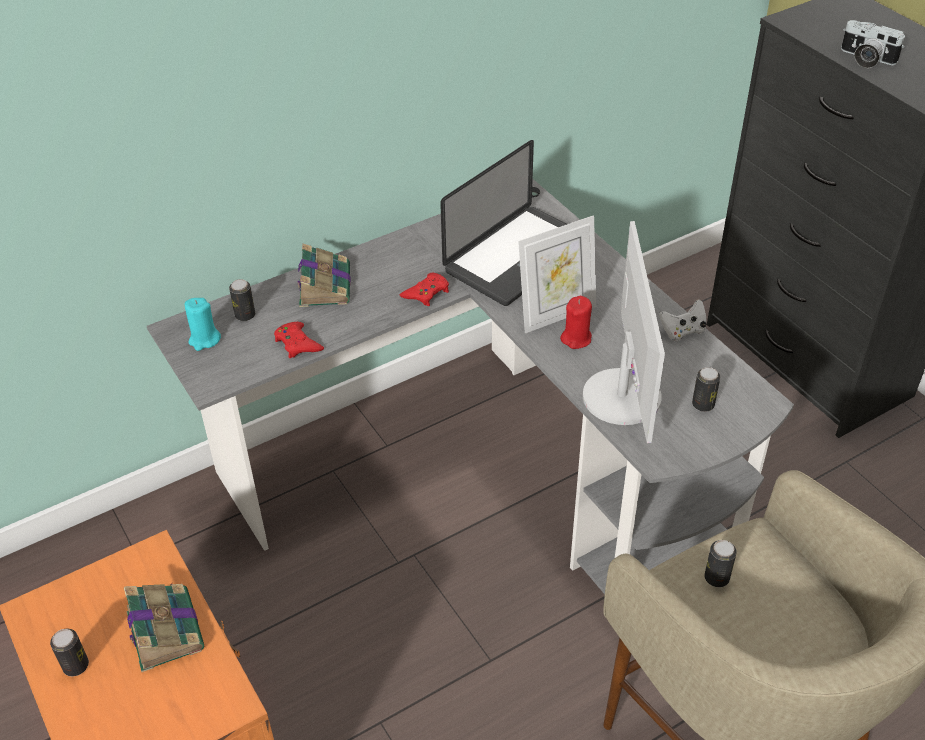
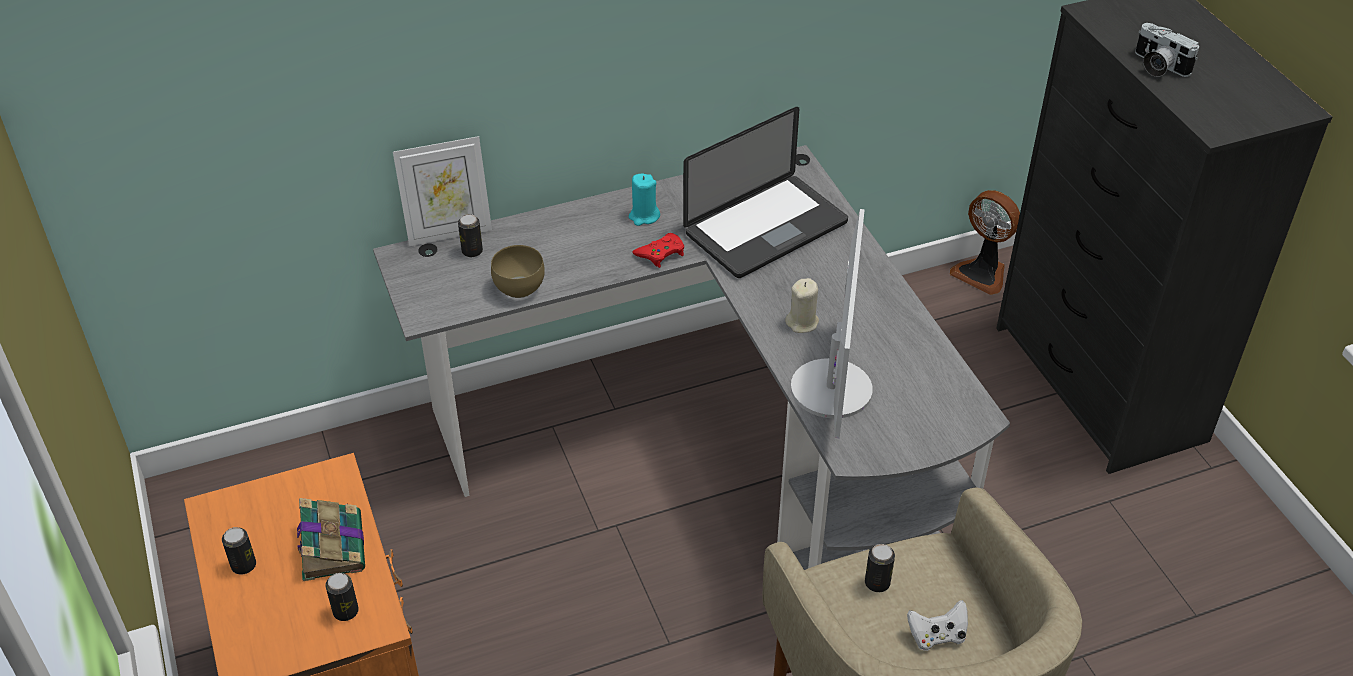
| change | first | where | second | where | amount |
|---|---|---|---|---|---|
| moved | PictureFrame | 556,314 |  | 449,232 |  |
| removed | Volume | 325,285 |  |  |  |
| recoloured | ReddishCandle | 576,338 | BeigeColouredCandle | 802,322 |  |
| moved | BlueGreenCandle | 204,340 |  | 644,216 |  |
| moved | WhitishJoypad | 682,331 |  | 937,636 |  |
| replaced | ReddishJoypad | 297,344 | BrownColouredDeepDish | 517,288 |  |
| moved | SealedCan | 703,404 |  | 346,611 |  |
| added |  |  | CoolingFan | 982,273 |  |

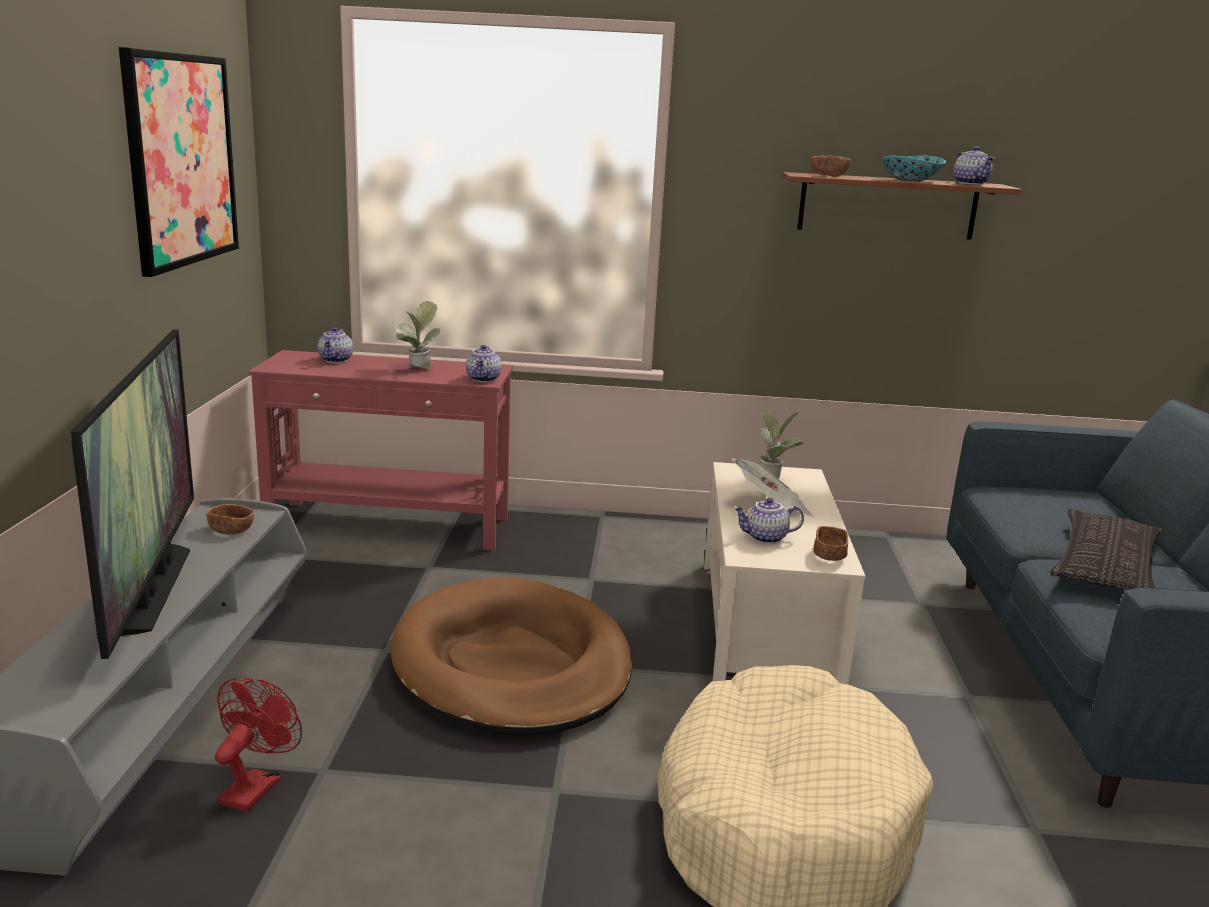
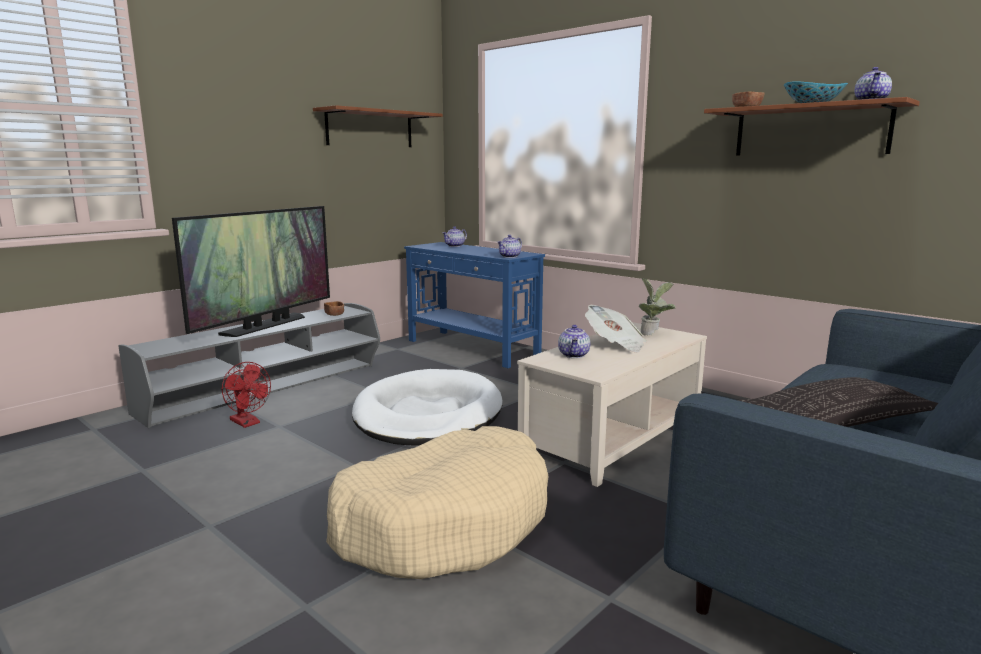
| change | first | where | second | where | amount |
|---|---|---|---|---|---|
| replaced | WallArt | 181,160 | BrownColouredShelf | 370,129 |  |
| removed | PlantInAPot | 417,371 |  |  |  |
| recoloured | ReddishConsoleTable | 390,526 | BluishConsoleTable | 472,348 |  |
| turned | TeaPot | 765,538 |  | 574,355 | 120 degrees counterclockwise |
| removed | BrownColouredDeepDish | 829,555 |  |  |  |
| recoloured | BrownColouredDogCushion | 512,665 | WhitishDogCushion | 428,414 |  |
| turned | ReddishCoolingFan | 256,786 |  | 248,423 | 75 degrees clockwise |

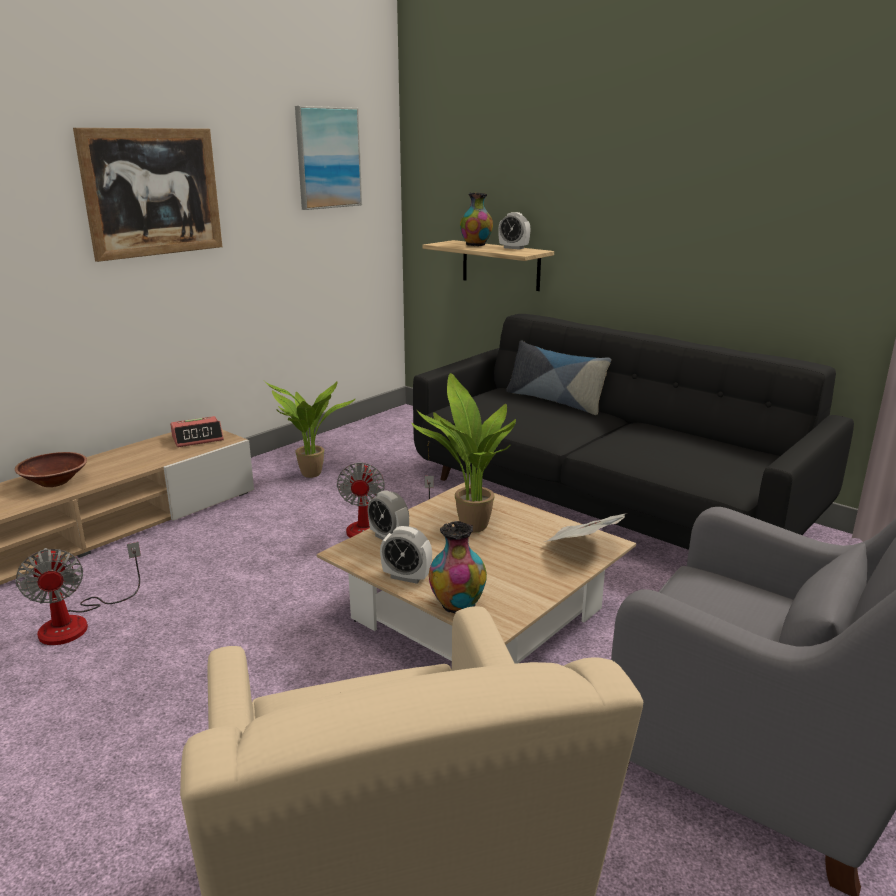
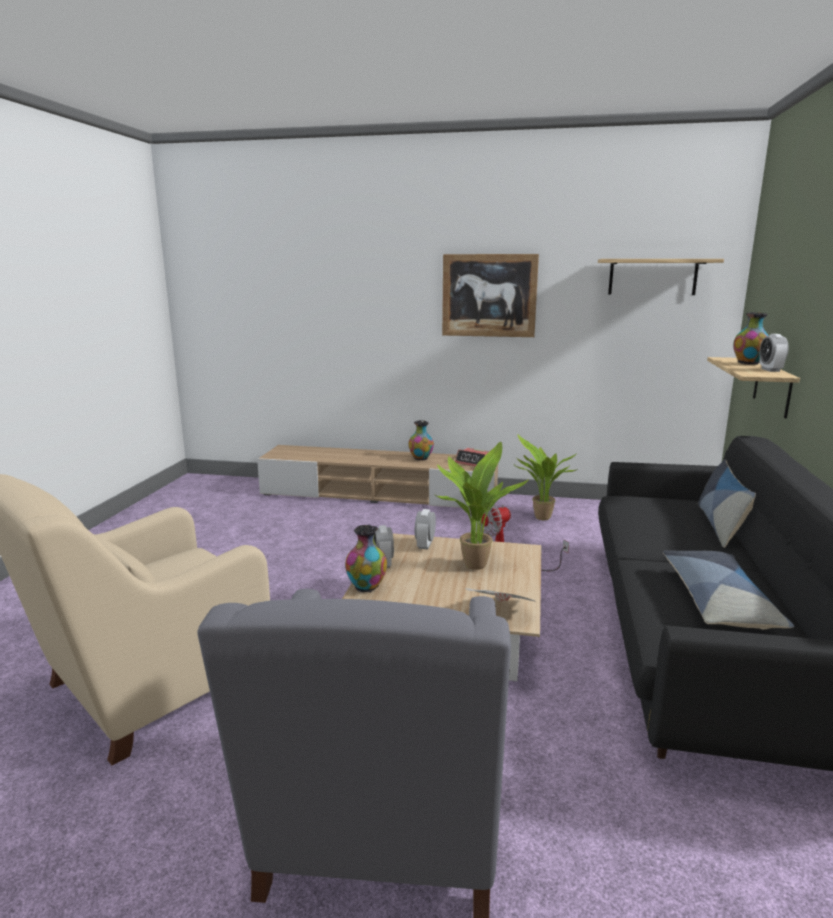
| change | first | where | second | where | amount |
|---|---|---|---|---|---|
| replaced | WallArt | 328,158 | Shelf | 652,277 |  |
| removed | BrownColouredDeepDish | 54,482 |  |  |  |
| removed | CoolingFan | 78,622 |  |  |  |
| added |  |  | Vase | 421,459 |  |
| added |  |  | Cushion | 718,601 |  |

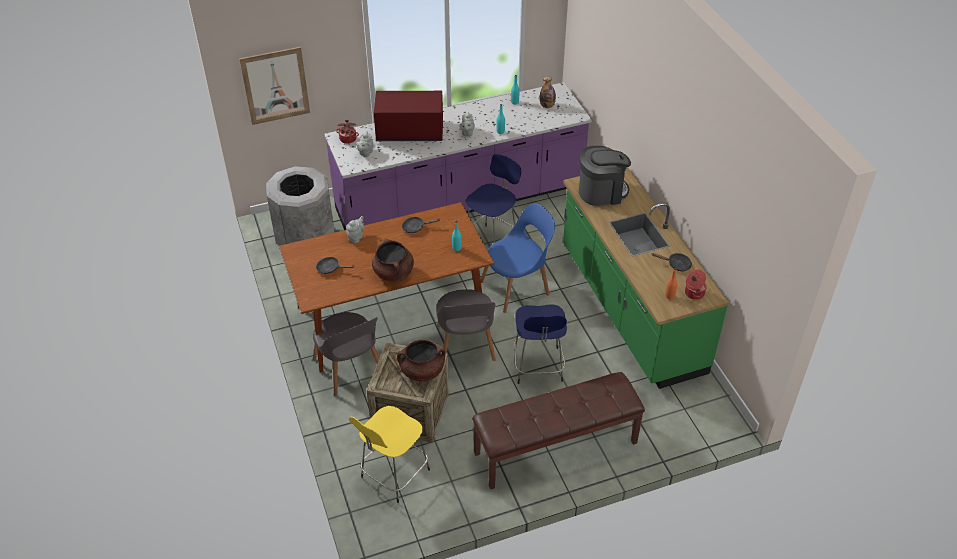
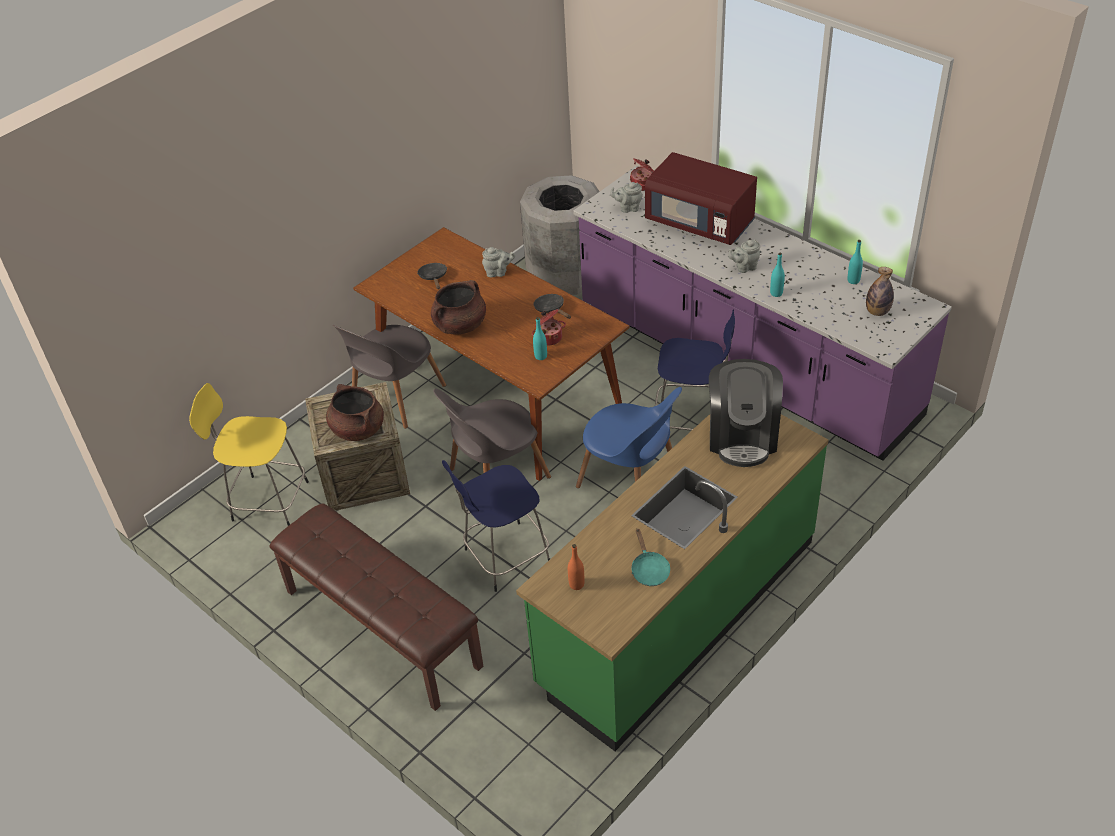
| change | first | where | second | where | amount |
|---|---|---|---|---|---|
| removed | WallArt | 275,86 |  |  |  |
| turned | ReddishMicrowaveOven | 410,132 |  | 700,223 | 150 degrees clockwise |
| turned | CoffeeMachine | 601,192 |  | 742,436 | 45 degrees clockwise |
| recoloured | BlackFryingPan | 676,264 | BlueGreenFryingPan | 649,569 |  |
| moved | Stockpot | 693,293 |  | 549,337 |  |

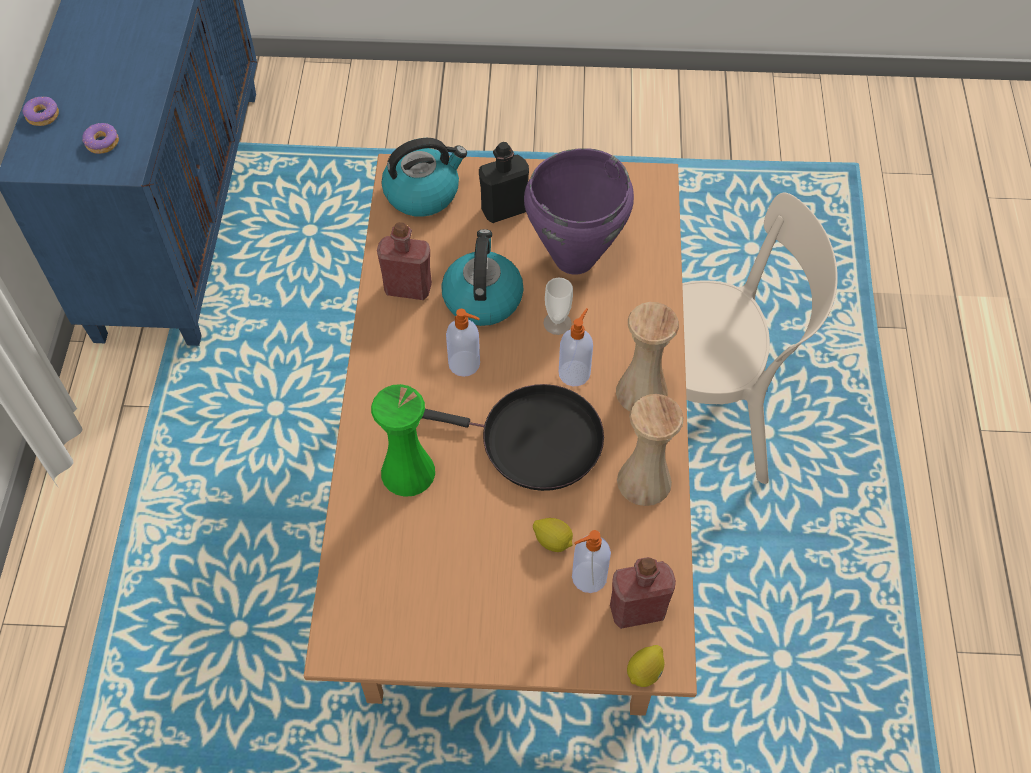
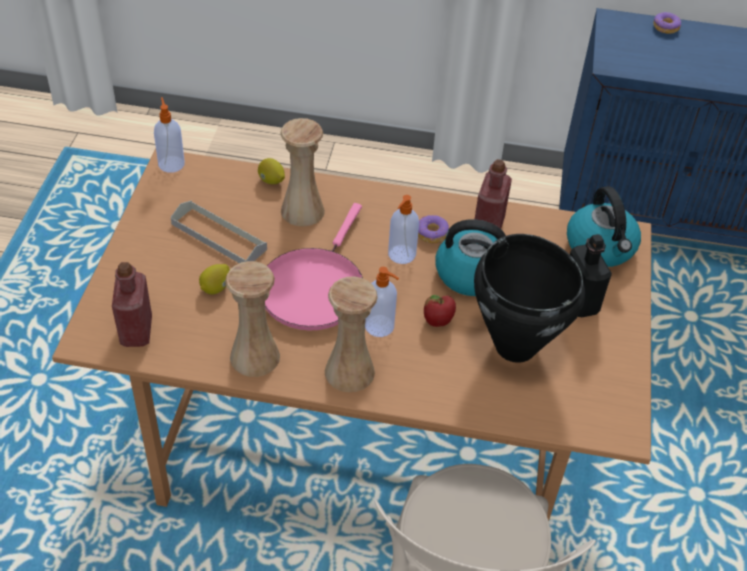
| change | first | where | second | where | amount |
|---|---|---|---|---|---|
| moved | Doughnut | 102,143 |  | 432,234 |  |
| recoloured | PurpleStockpot | 573,258 | BlackStockpot | 515,345 |  |
| replaced | SmallCup | 557,323 | WholeApple | 438,322 |  |
| recoloured | GreenishVase | 408,472 | BeigeColouredVase | 302,211 |  |
| recoloured | BlackFryingPan | 533,441 | PinkFryingPan | 314,288 |  |
| moved | SoapBottle | 588,577 |  | 171,163 |  |
| moved | Lemon | 645,672 |  | 271,181 |  |
| added |  |  | GrayTray | 219,237 |  |

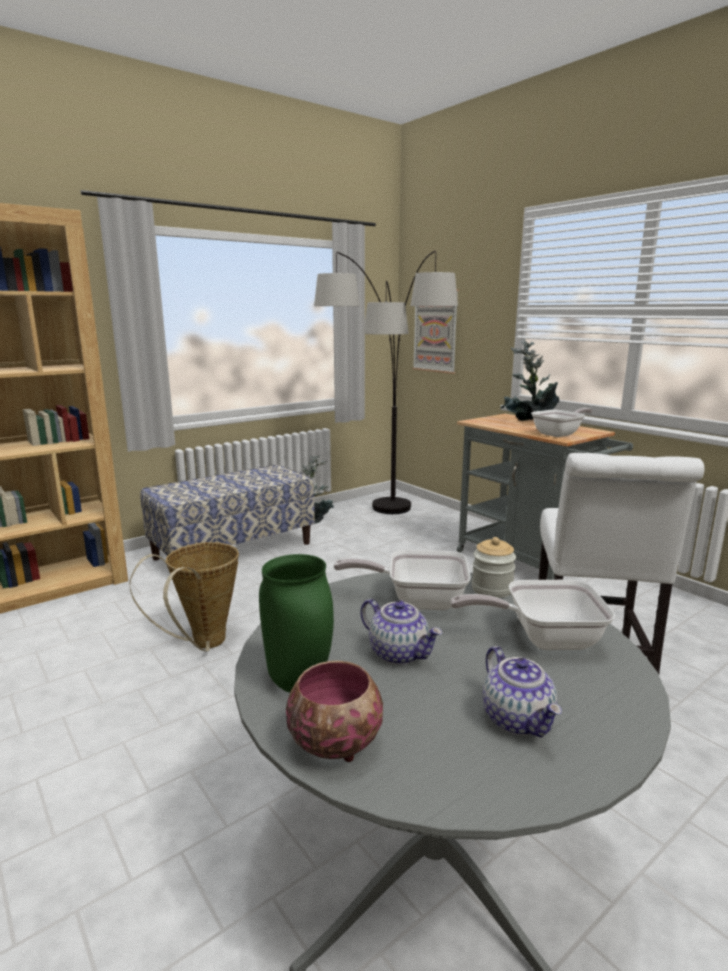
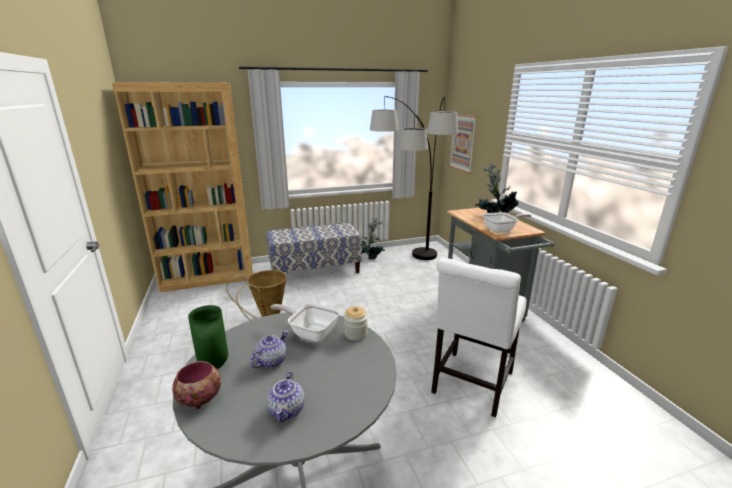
| change | first | where | second | where | amount |
|---|---|---|---|---|---|
| removed | FryingPan | 542,638 |  |  |  |
| turned | TeaPot | 399,653 |  | 271,361 | 120 degrees counterclockwise |

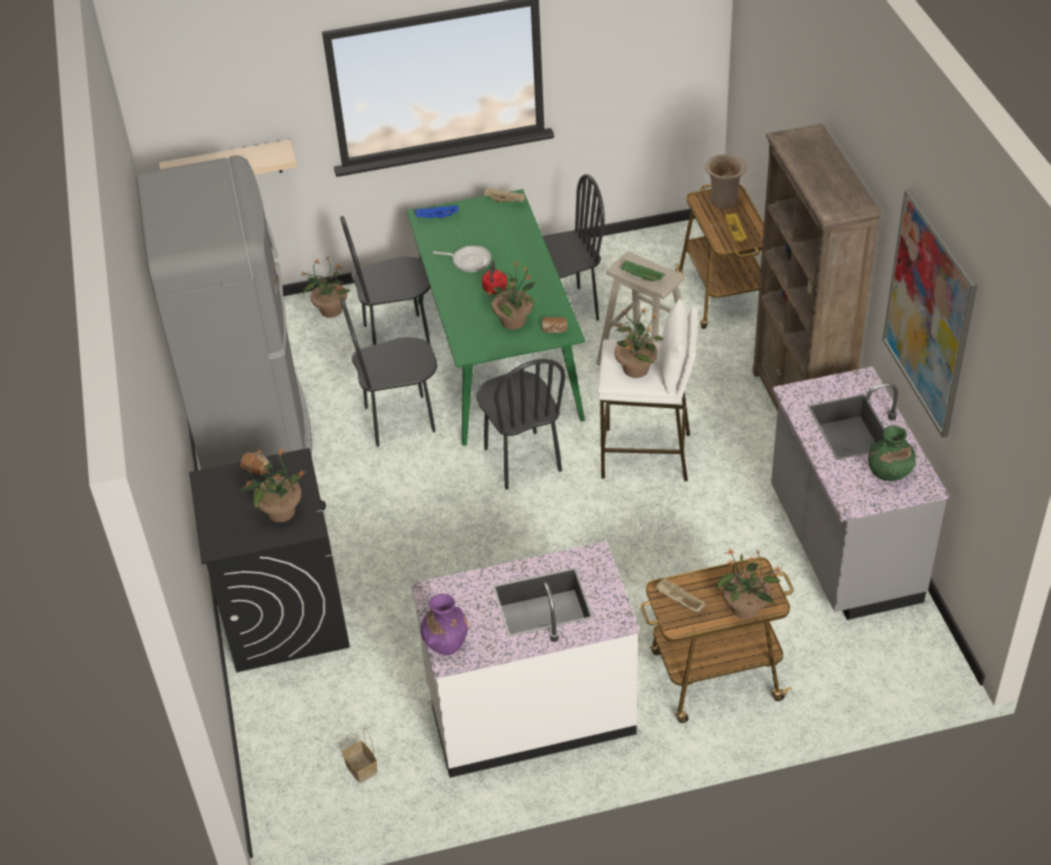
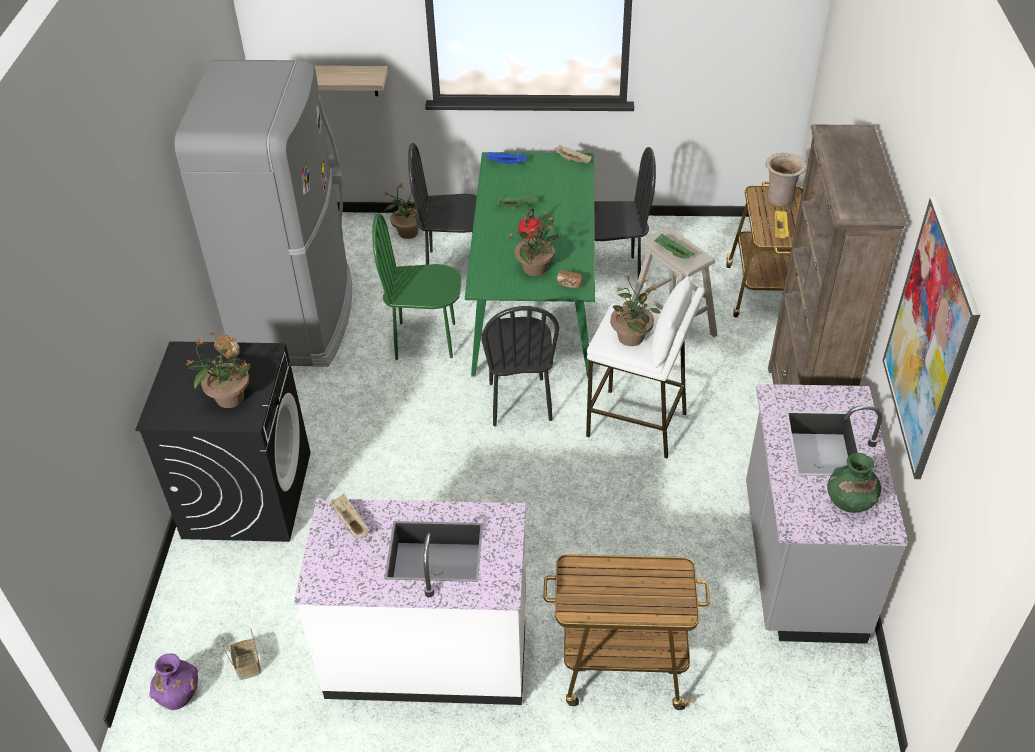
| change | first | where | second | where | amount |
|---|---|---|---|---|---|
| replaced | FryingPan | 469,261 | GreenishTray | 518,206 |  |
| recoloured | BlackUprightChair | 400,420 | GreenishUprightChair | 425,340 |  |
| removed | PlantInAPot | 745,608 |  |  |  |
| moved | BeigeColouredTray | 678,601 |  | 350,522 |  |
| moved | PurpleVase | 446,641 |  | 179,694 |  |

